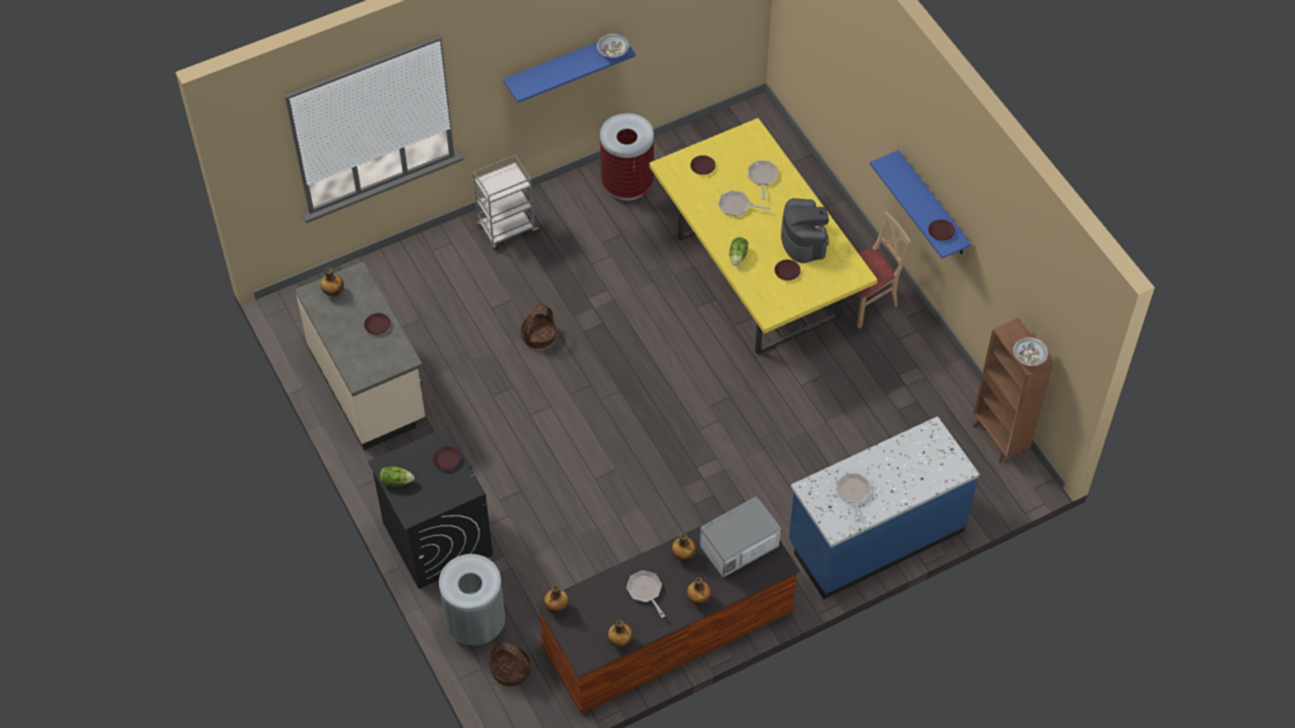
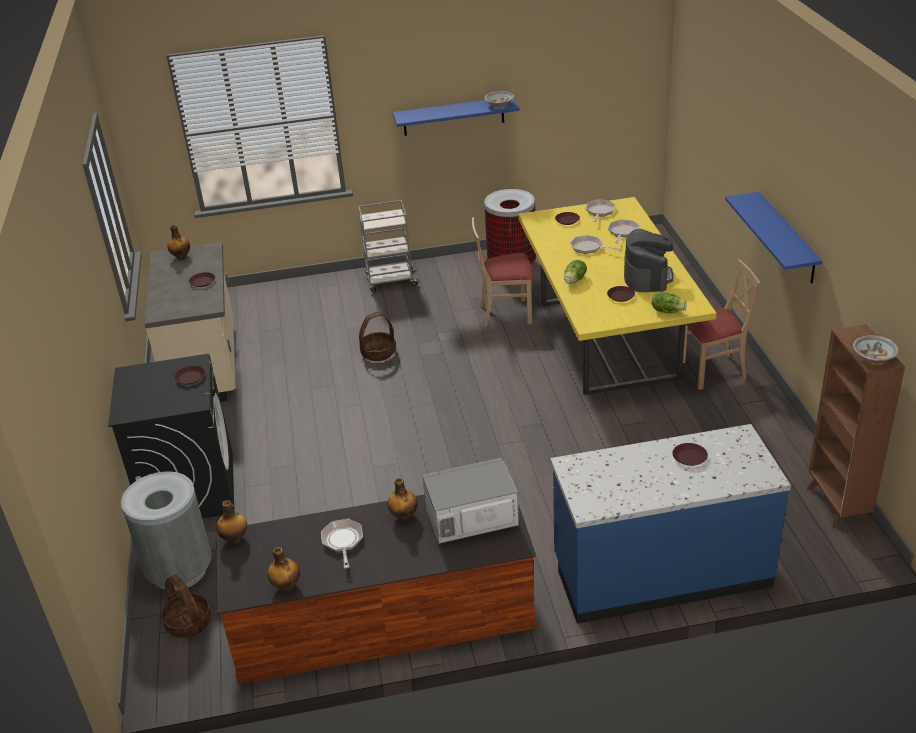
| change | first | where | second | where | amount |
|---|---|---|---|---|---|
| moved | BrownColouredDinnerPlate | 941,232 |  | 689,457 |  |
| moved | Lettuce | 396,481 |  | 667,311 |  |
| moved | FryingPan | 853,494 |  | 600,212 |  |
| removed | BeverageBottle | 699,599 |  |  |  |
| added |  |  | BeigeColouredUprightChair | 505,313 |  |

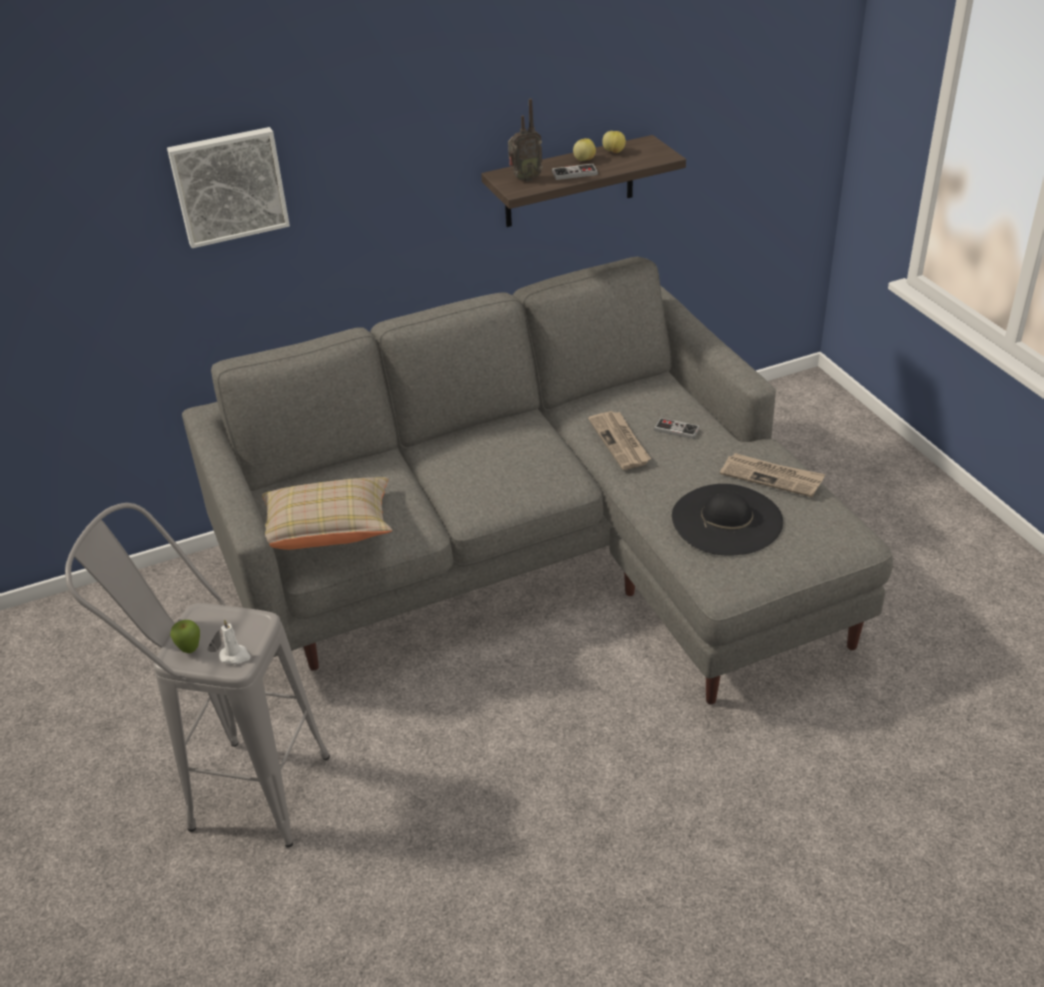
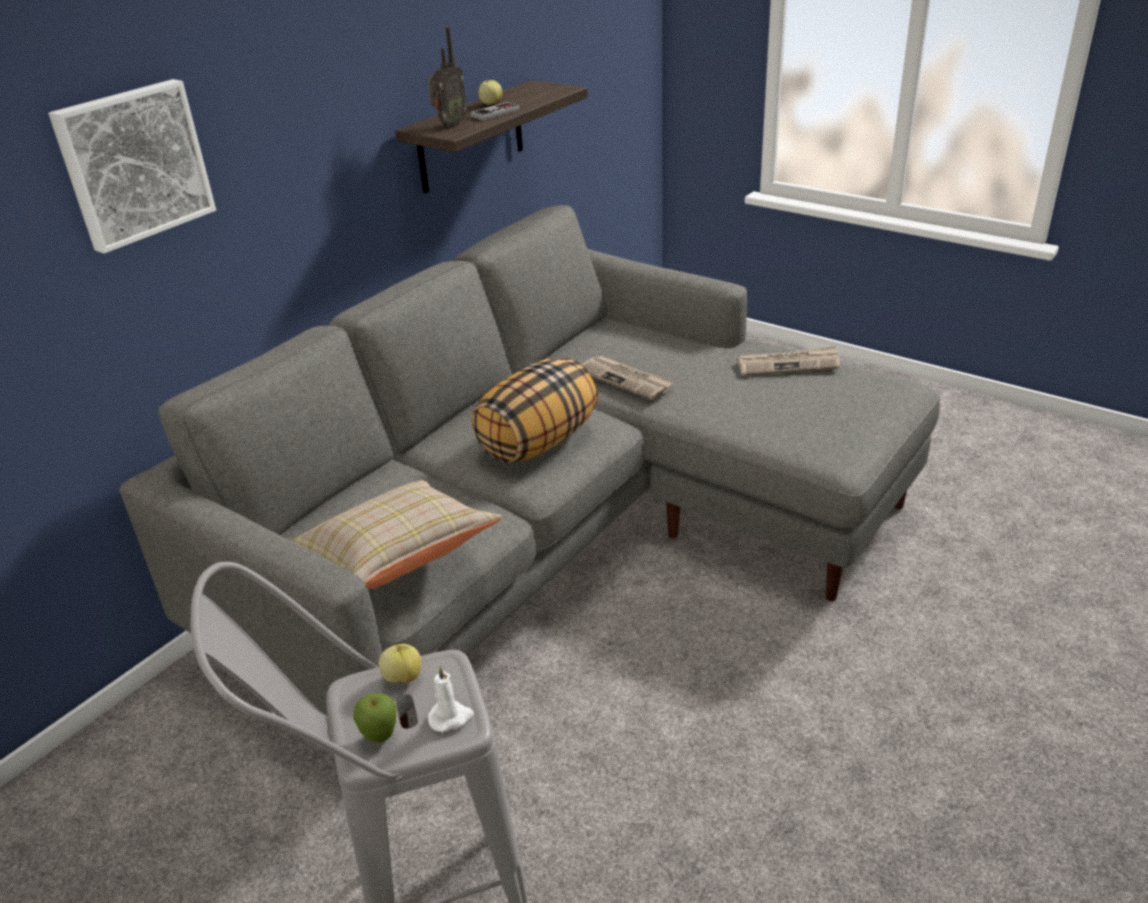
| change | first | where | second | where | amount |
|---|---|---|---|---|---|
| moved | WholeApple | 614,151 |  | 403,677 |  |
| removed | Joypad | 676,429 |  |  |  |
| removed | BlackHat | 726,519 |  |  |  |
| added |  |  | Cushion | 538,442 |  |

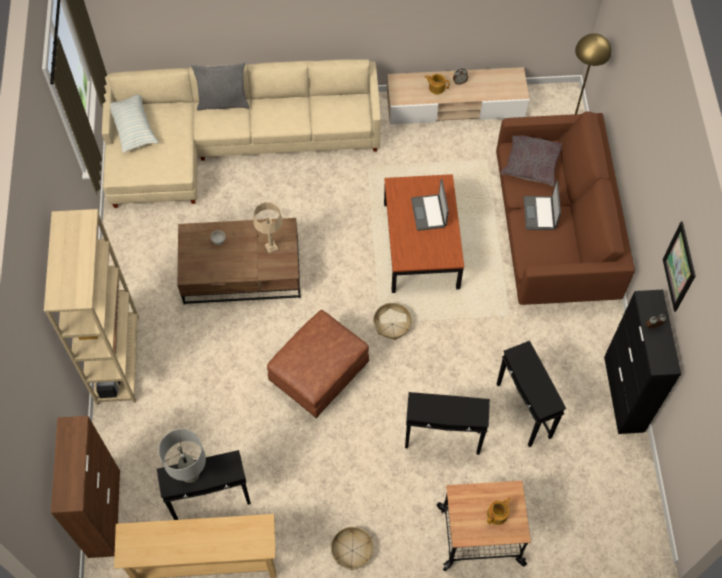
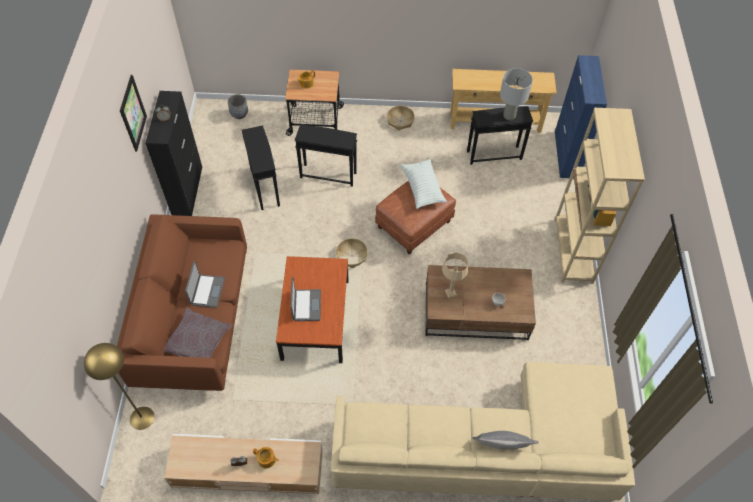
| change | first | where | second | where | amount |
|---|---|---|---|---|---|
| moved | Cushion | 133,128 |  | 422,188 |  |
| recoloured | BrownColouredStorageCabinet | 104,512 | BluishStorageCabinet | 566,154 |  |
| added |  |  | GrayFlowerPot | 239,114 |  |

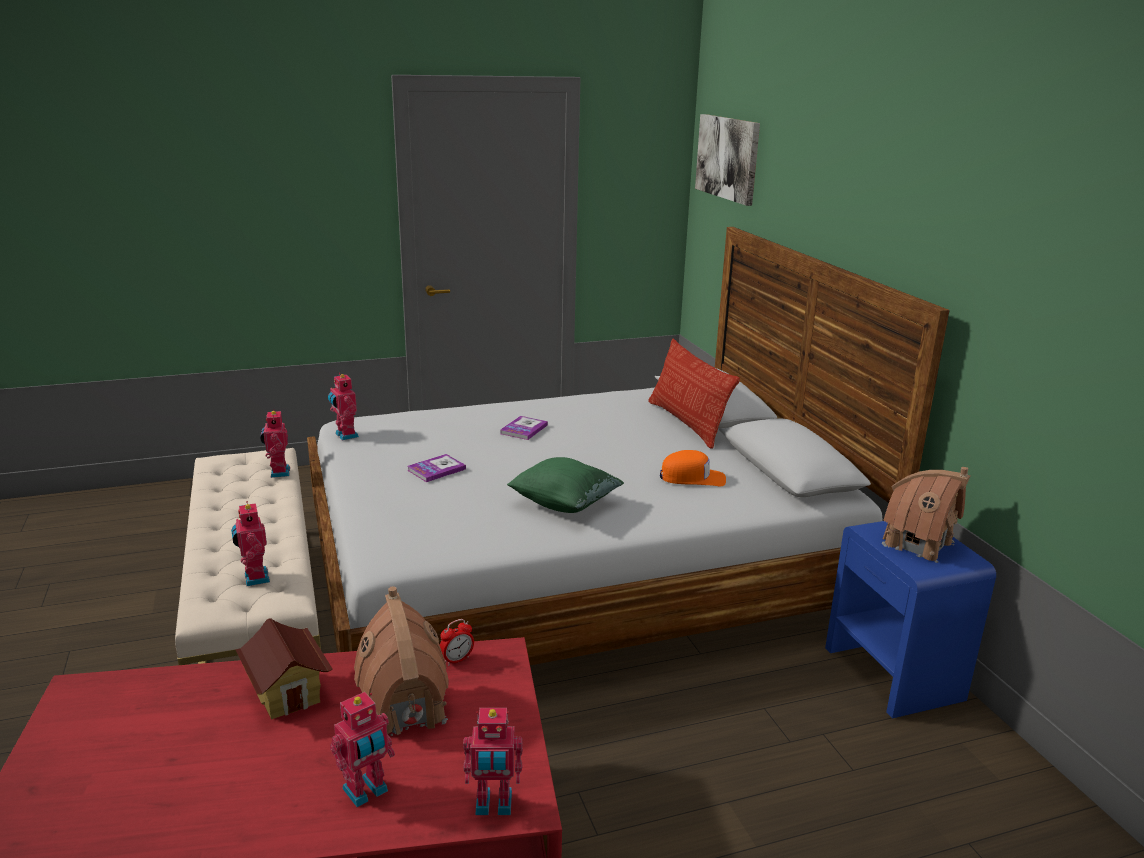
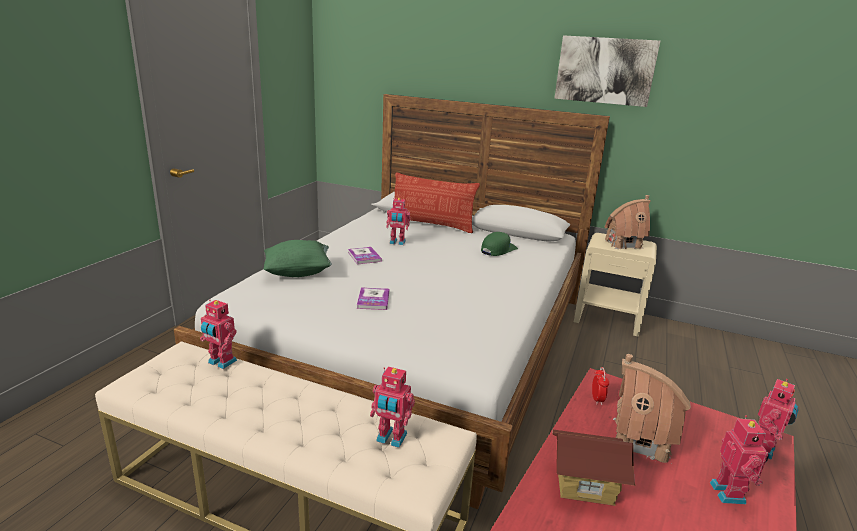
| change | first | where | second | where | amount |
|---|---|---|---|---|---|
| moved | WallArt | 728,158 |  | 605,70 |  |
| moved | ToyRobot | 345,435 |  | 397,242 |  |
| recoloured | OrangeColouredPeakedCap | 692,478 | GreenishPeakedCap | 498,250 |  |
| moved | GreenishCushion | 564,504 |  | 298,273 |  |
| recoloured | BluishBedsideTable | 894,674 | BeigeColouredBedsideTable | 608,319 |  |

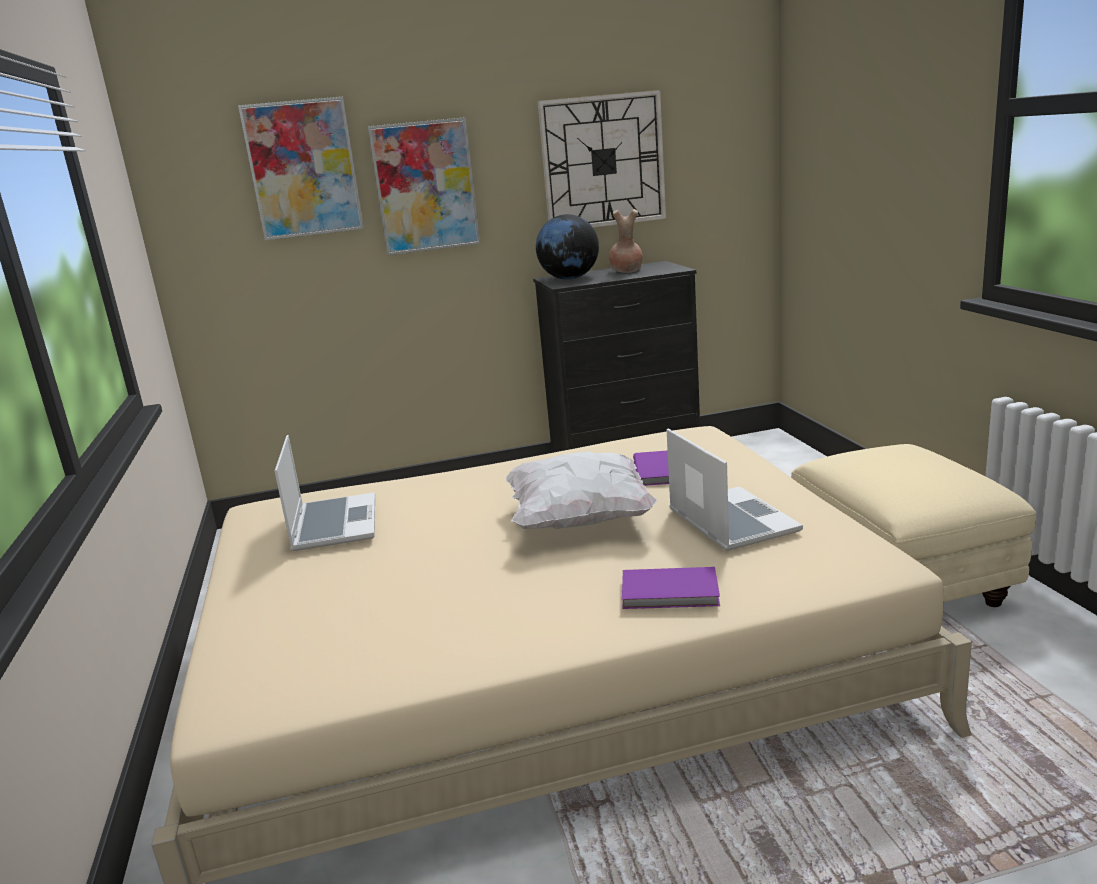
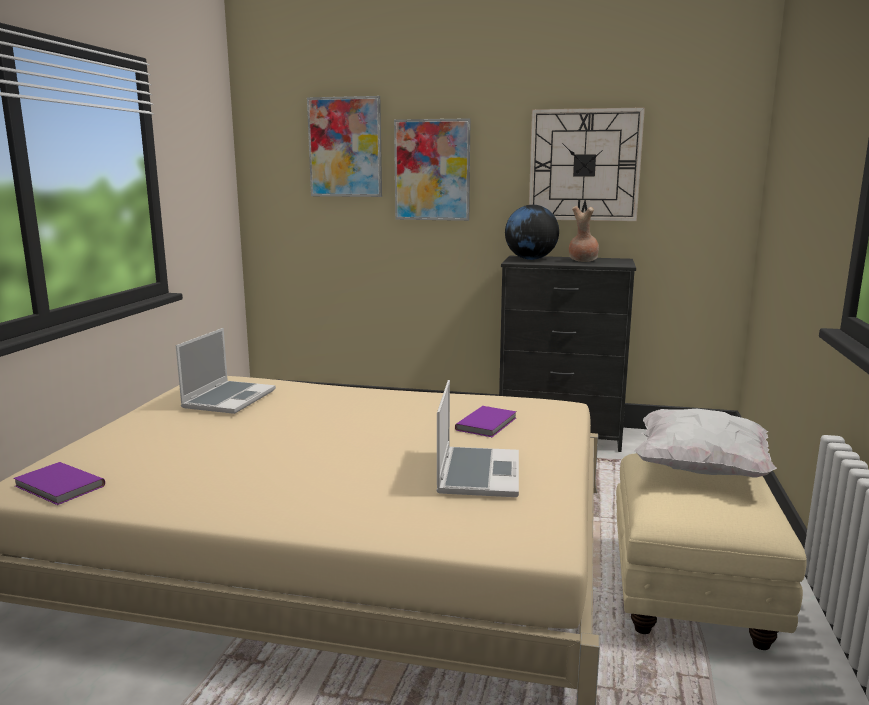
| change | first | where | second | where | amount |
|---|---|---|---|---|---|
| moved | WhitishCushion | 580,520 |  | 701,470 |  |
| moved | PurpleVolume | 671,592 |  | 58,487 |  |

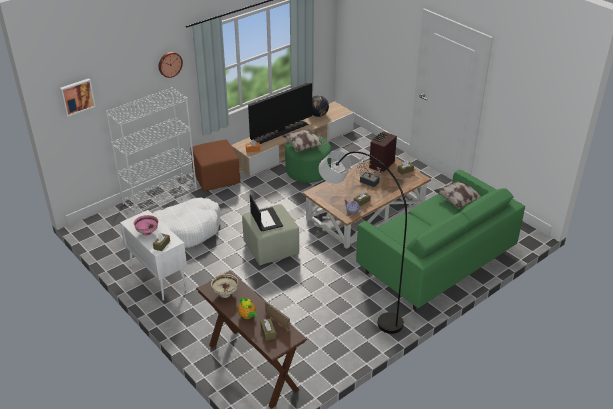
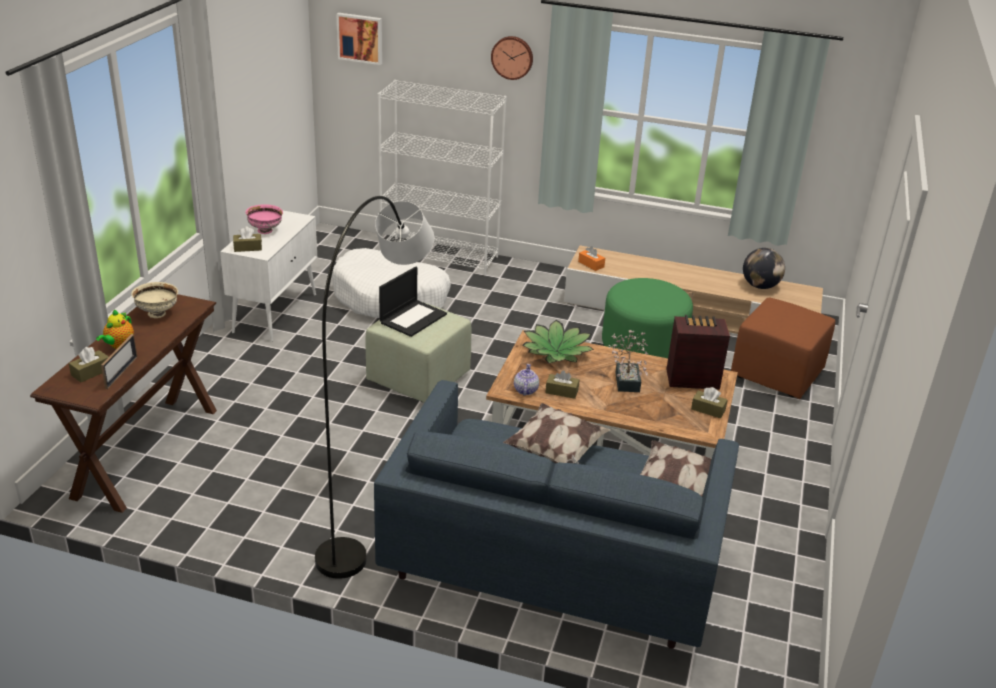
| change | first | where | second | where | amount |
|---|---|---|---|---|---|
| removed | Tv | 281,132 |  |  |  |
| moved | Cushion | 304,147 |  | 556,452 |  |
| moved | BrownColouredPouffe | 216,179 |  | 776,373 |  |
| recoloured | GreenishCouch | 435,263 | BluishCouch | 554,563 |  |
| added |  |  | PlantInAPot | 556,351 |  |

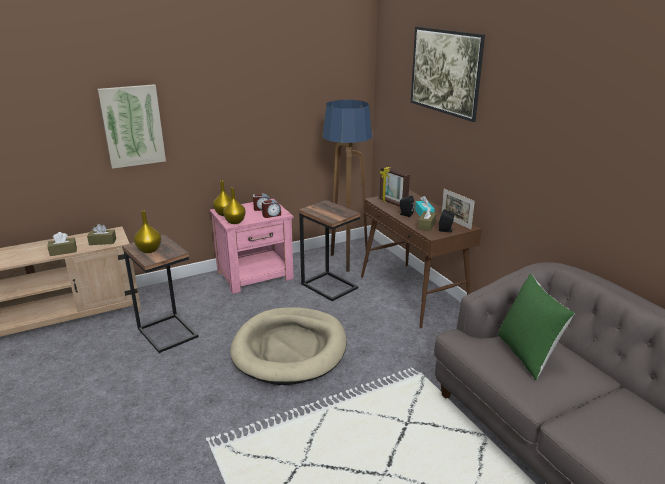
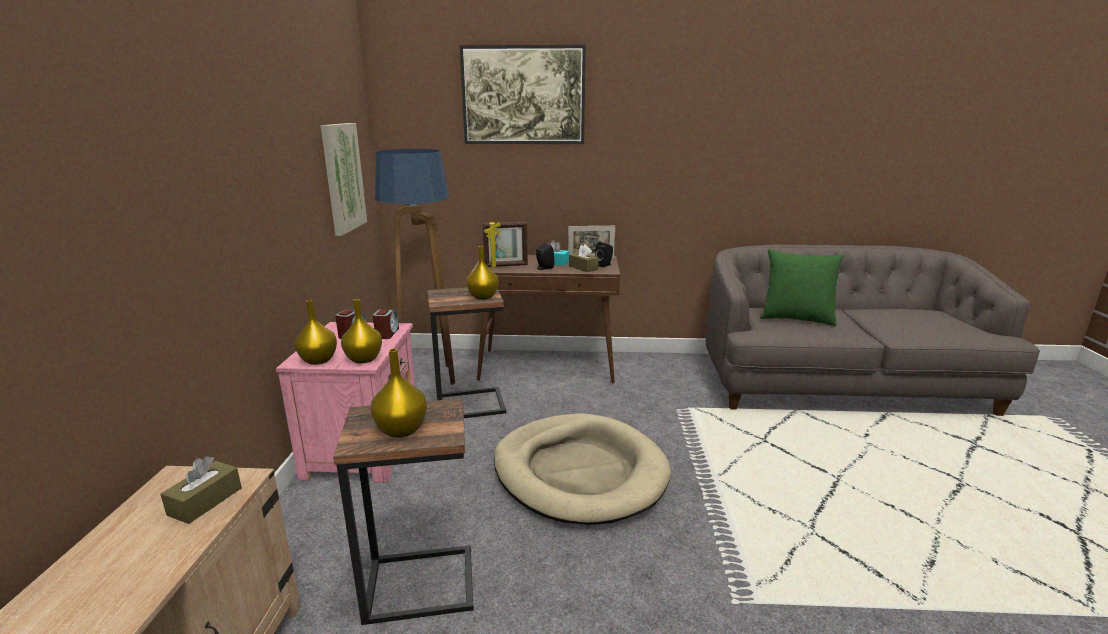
| change | first | where | second | where | amount |
|---|---|---|---|---|---|
| moved | WallArt | 132,126 |  | 342,177 |  |
| removed | BrownColouredTissueHolder | 63,251 |  |  |  |
| added |  |  | YellowColouredVase | 483,296 |  |

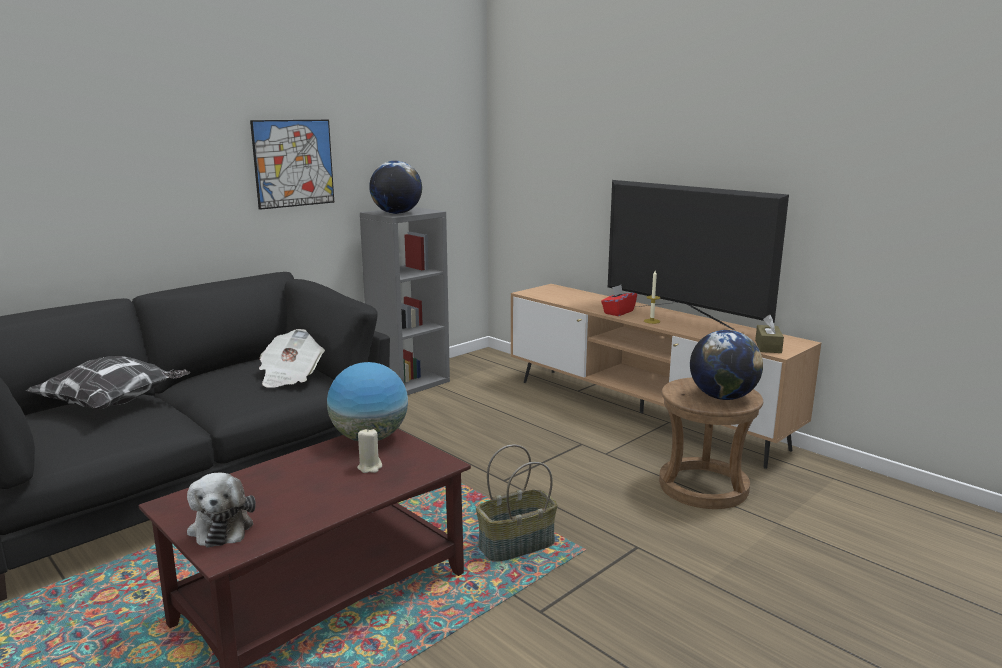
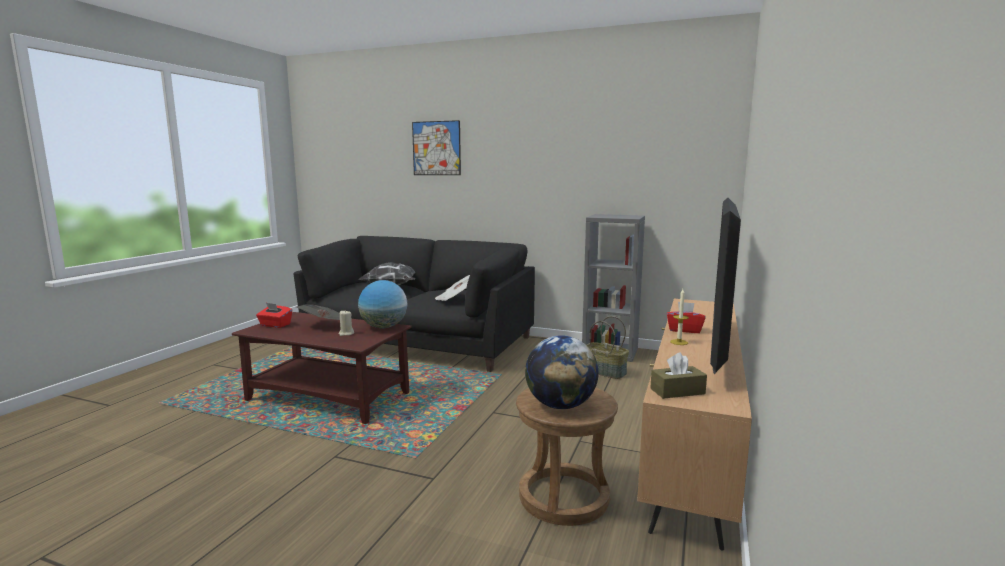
| change | first | where | second | where | amount |
|---|---|---|---|---|---|
| moved | WallArt | 294,163 |  | 436,148 |  |
| removed | DeskGlobe | 396,213 |  |  |  |
| moved | StorageBasket | 516,546 |  | 604,372 |  |
| replaced | PlushToy | 222,526 | ReddishTissueHolder | 275,325 |  |
| added |  |  | Newspaper | 325,326 |  |

